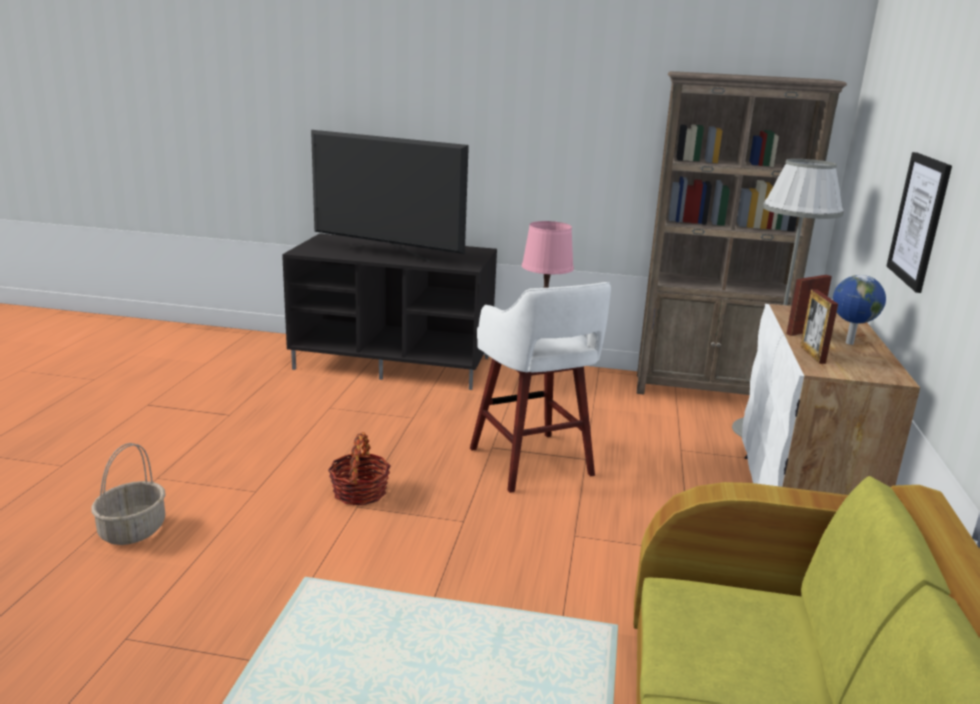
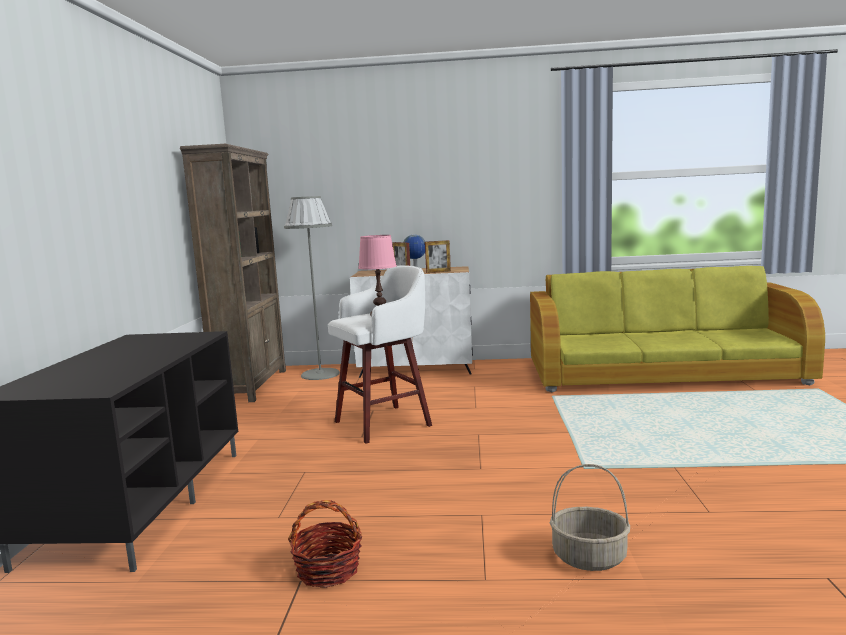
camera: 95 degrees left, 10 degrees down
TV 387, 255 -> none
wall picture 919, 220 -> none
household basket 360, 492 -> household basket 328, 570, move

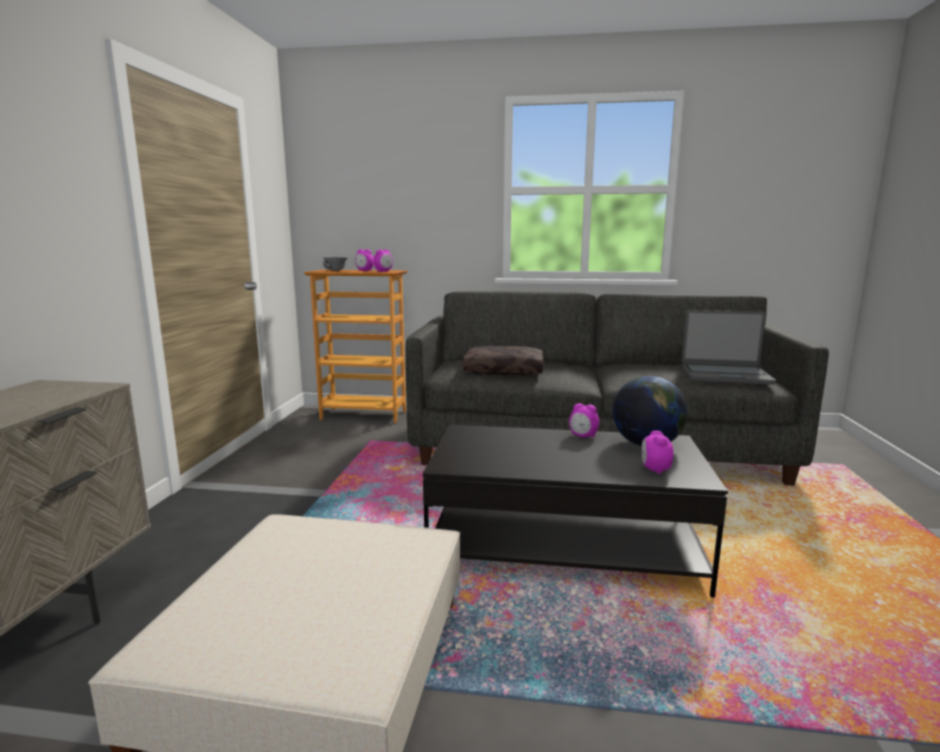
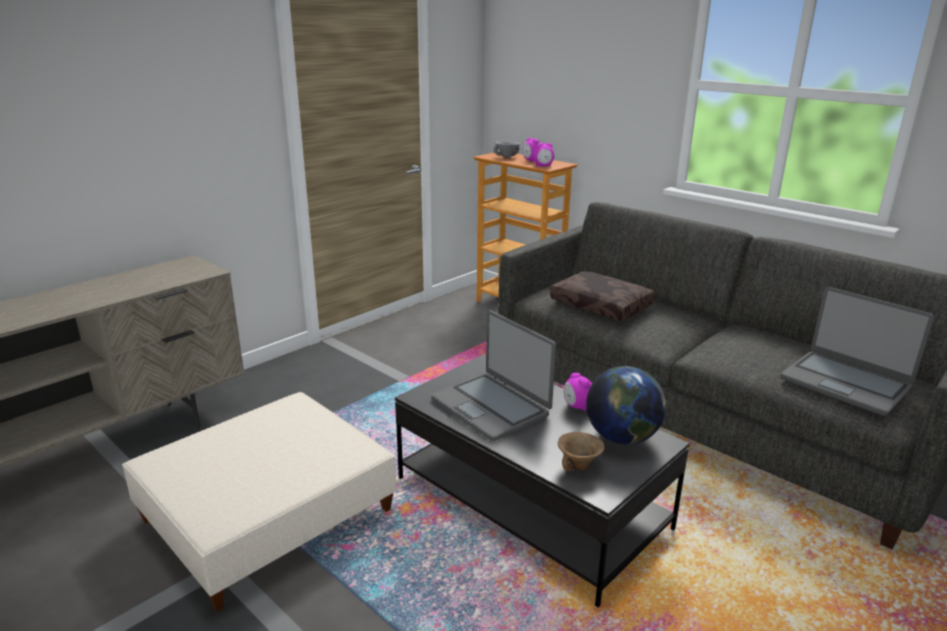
camera: 35 degrees right, 10 degrees up
none -> notebook computer 491, 407
table clock 655, 470 -> brown-coloured deep dish 579, 466

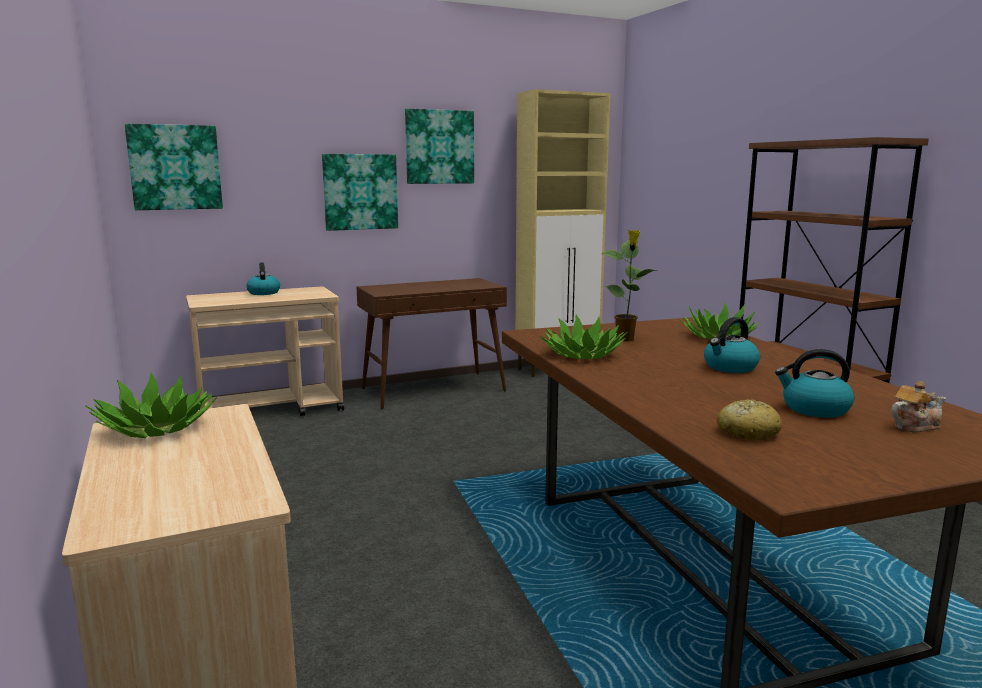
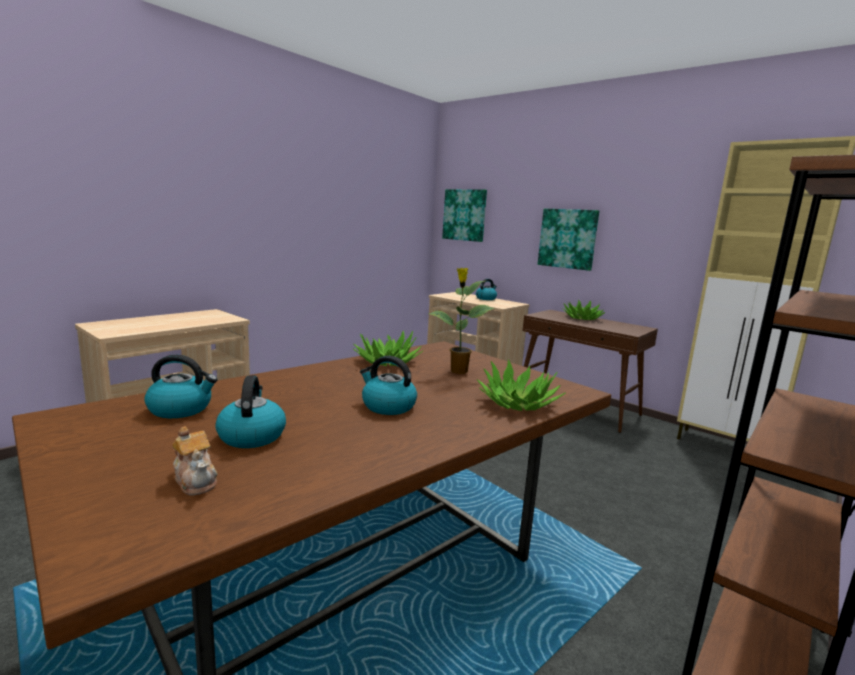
camera: 65 degrees right, 0 degrees up
wall picture 439, 147 -> none
houseplant 156, 428 -> houseplant 582, 318, move
bakery bread 747, 432 -> kettle 181, 409

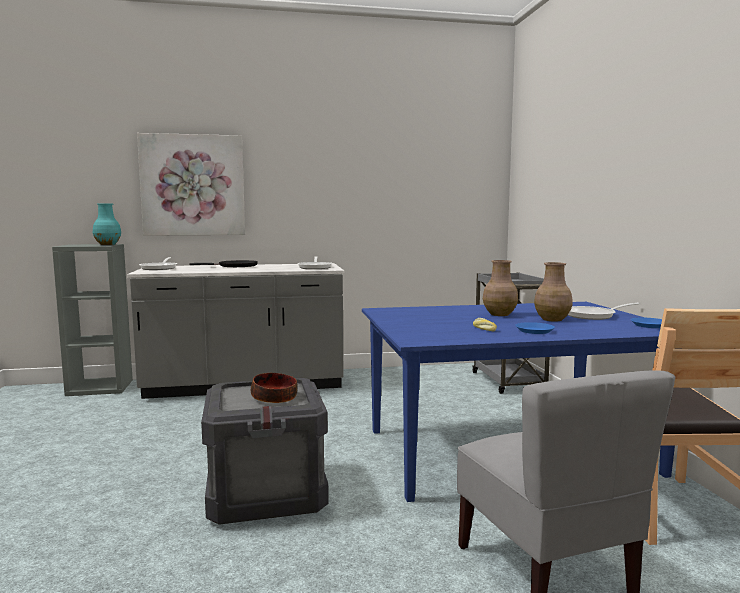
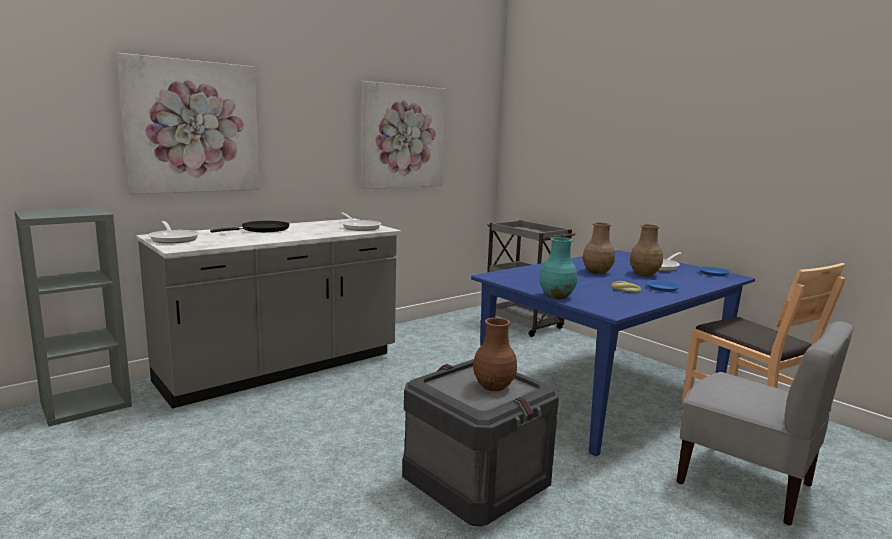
camera: 30 degrees left, 5 degrees up
none -> wall picture 402, 137
turquoise-coloured flower vase 107, 244 -> turquoise-coloured flower vase 556, 296, move
deep dish 274, 398 -> brown-coloured flower vase 494, 386

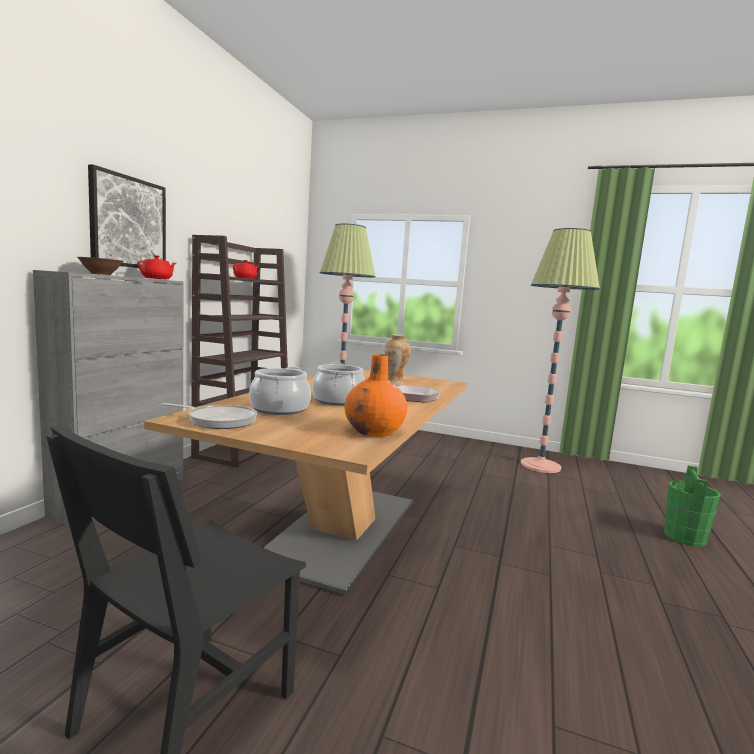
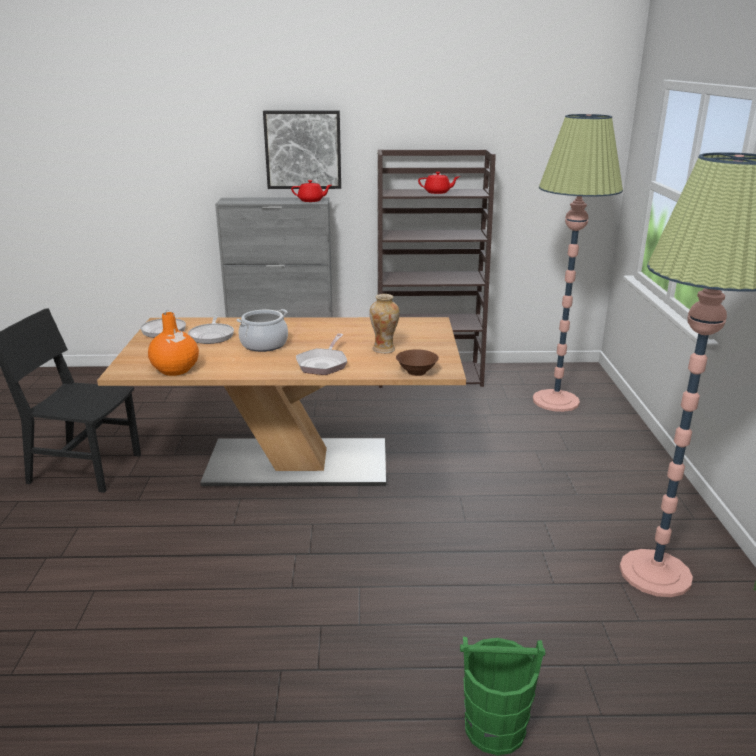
camera: 70 degrees right, 15 degrees up
brown-coloured deep dish 101, 274 -> brown-coloured deep dish 417, 372, move
cooking pot 279, 409 -> pan 212, 335

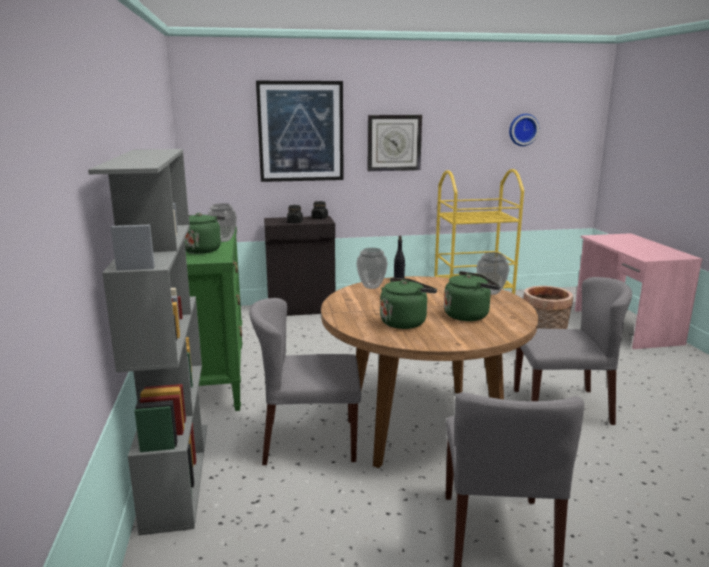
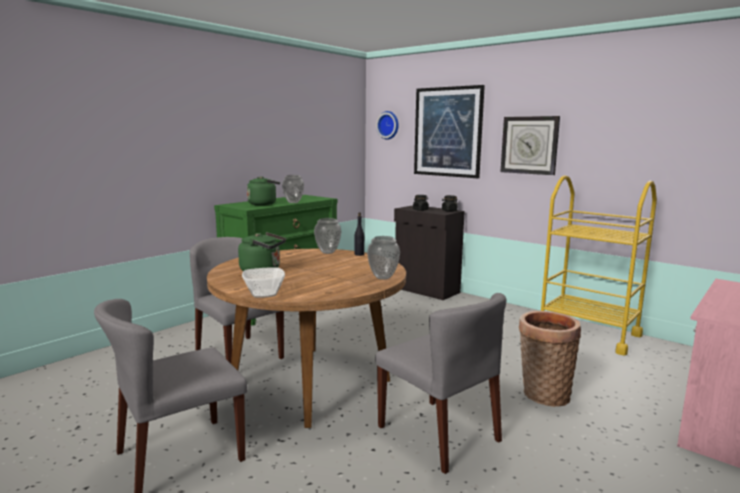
camera: 50 degrees right, 5 degrees down
grey bookshelf 176, 473 -> none
greenish kettle 468, 315 -> none
none -> deep dish 263, 293
hanging clock 522, 129 -> hanging clock 388, 125, move

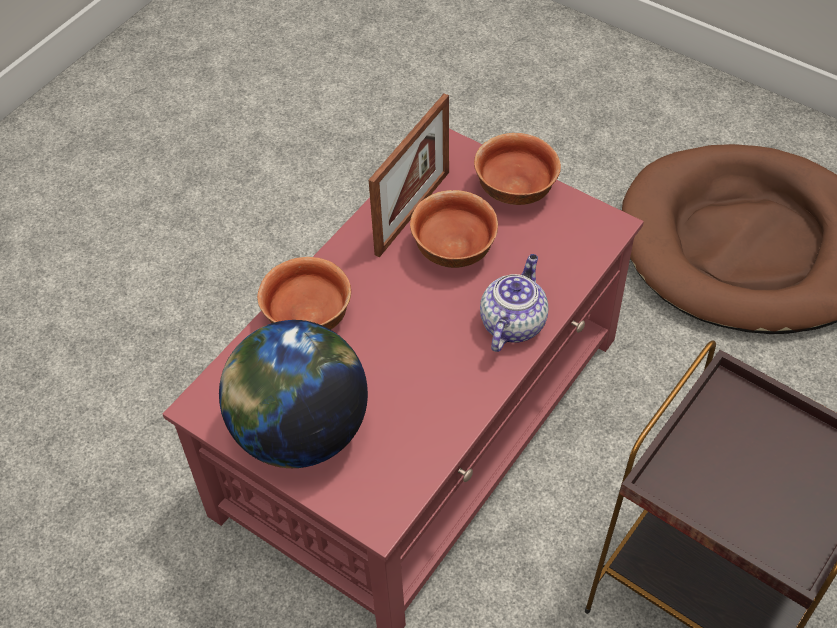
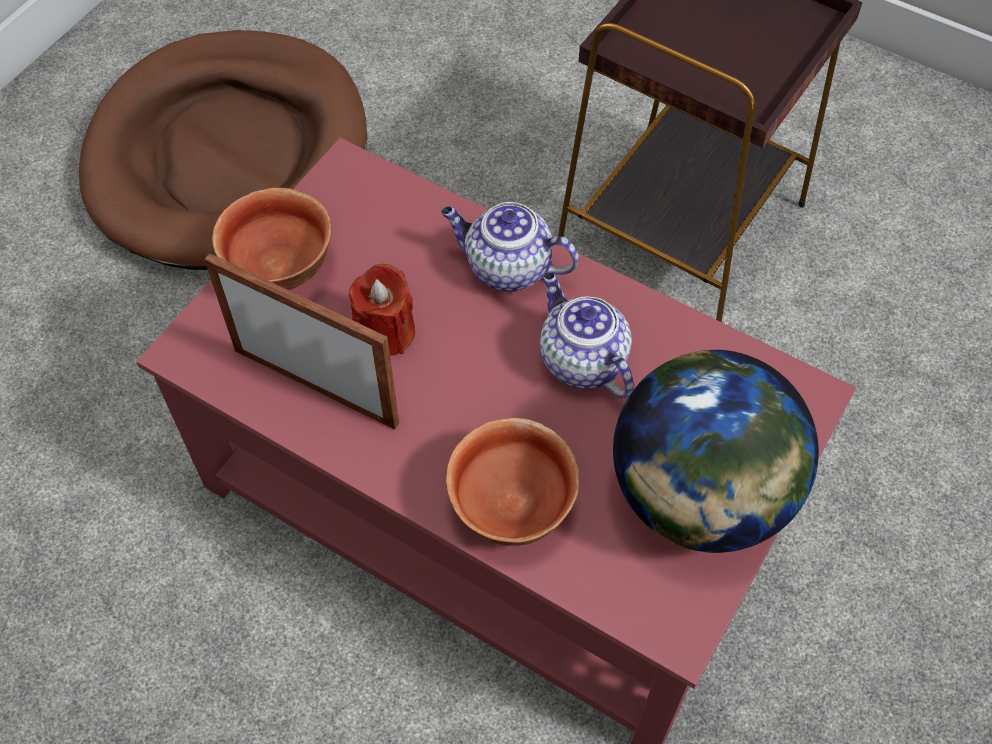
camera: 95 degrees left, 5 degrees up
none -> teapot 581, 360
deep dish 455, 250 -> reddish candle 386, 332

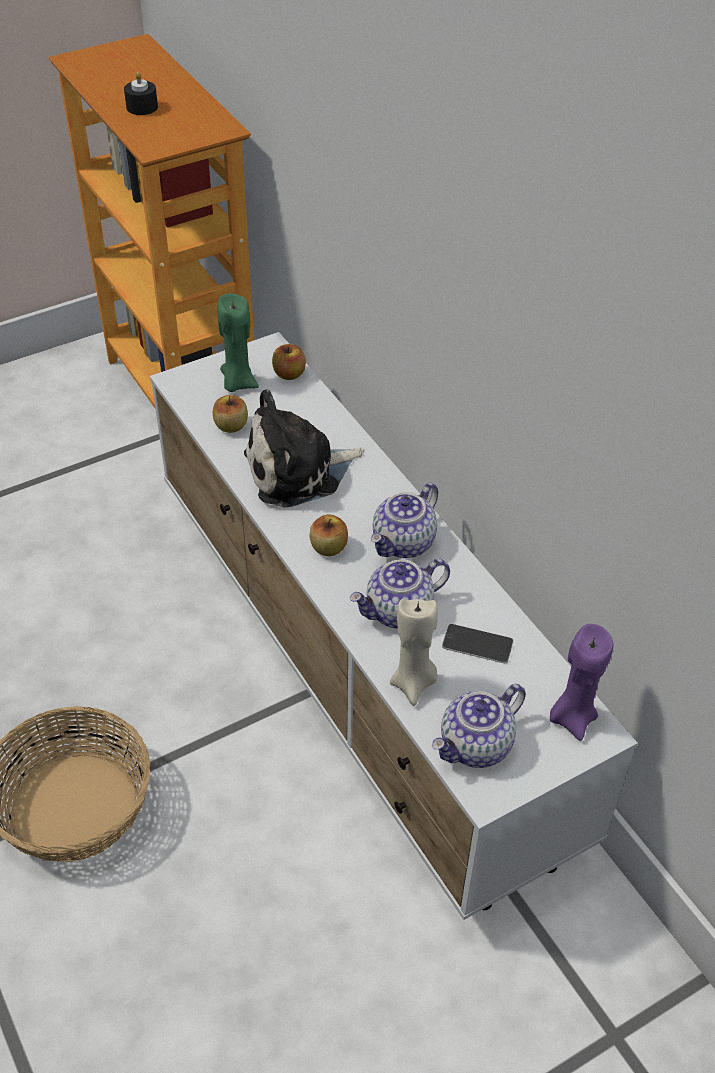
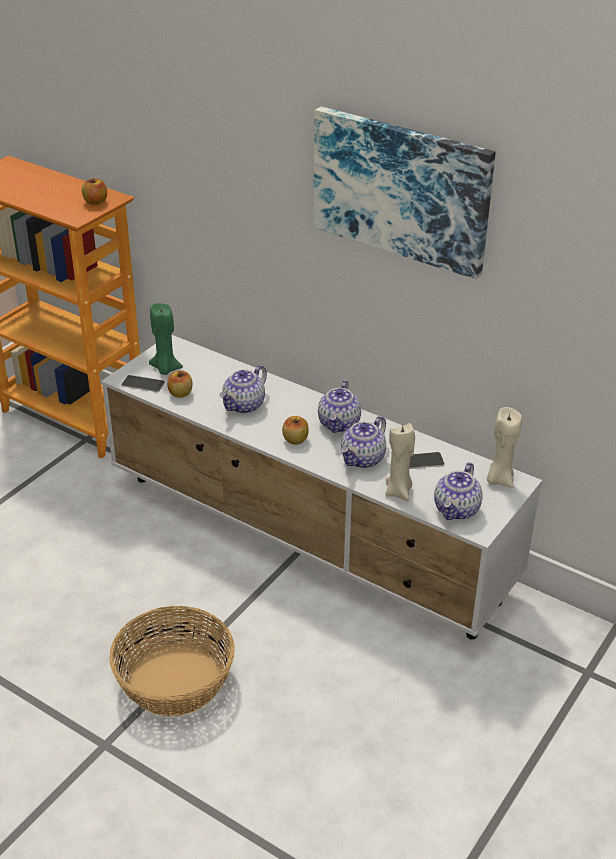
camera: 25 degrees left, 10 degrees down
blackish candle 142, 107 -> none
none -> phone 143, 384
none -> wall picture 401, 189
apple 289, 374 -> apple 95, 202, move
soft toy 298, 471 -> teapot 244, 405
purple-coloured candle 572, 717 -> beige candle 499, 479

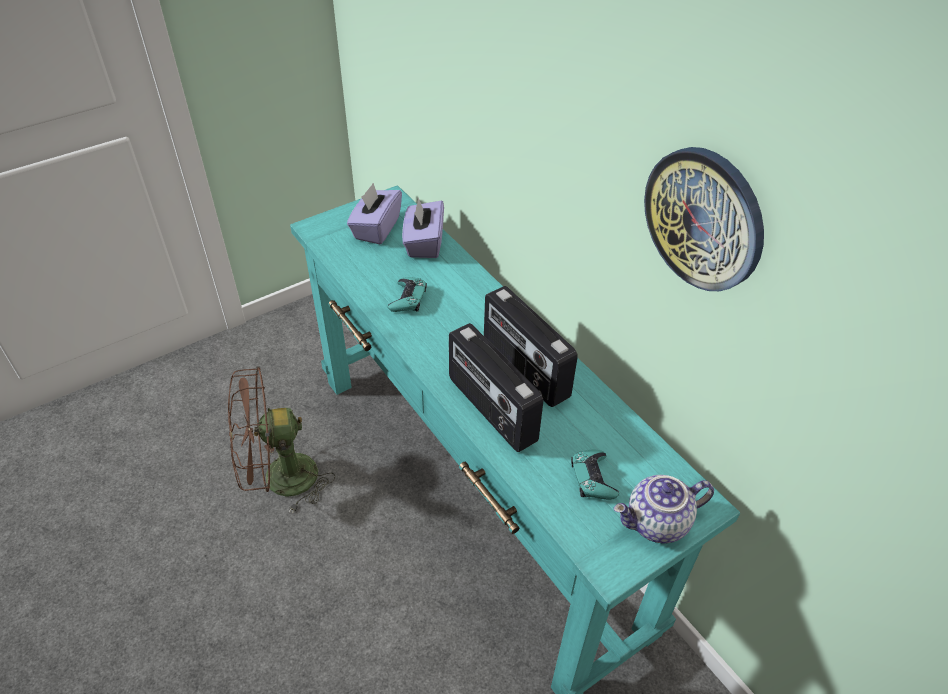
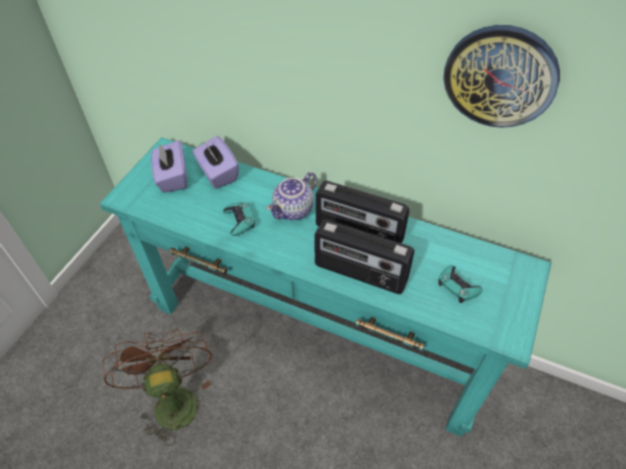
camera: 30 degrees left, 5 degrees up
teapot 657, 524 -> teapot 293, 211, move
brown-coloured cooling fan 279, 480 -> brown-coloured cooling fan 172, 399, 120 degrees clockwise

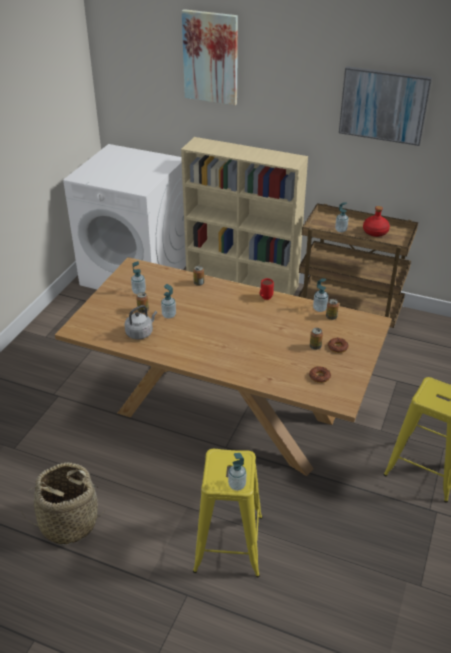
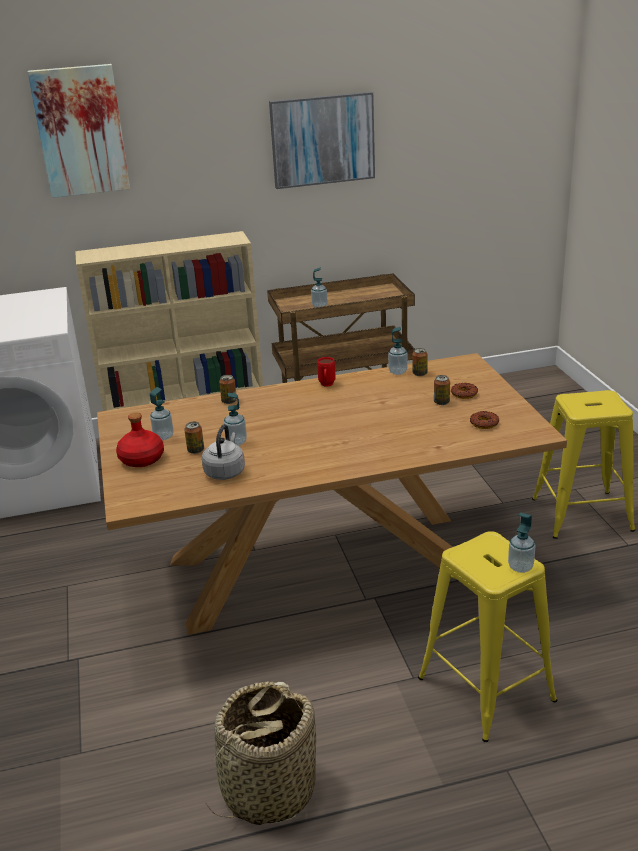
camera: 35 degrees left, 10 degrees down
reddish drink bottle 375, 232 -> reddish drink bottle 141, 459, move

